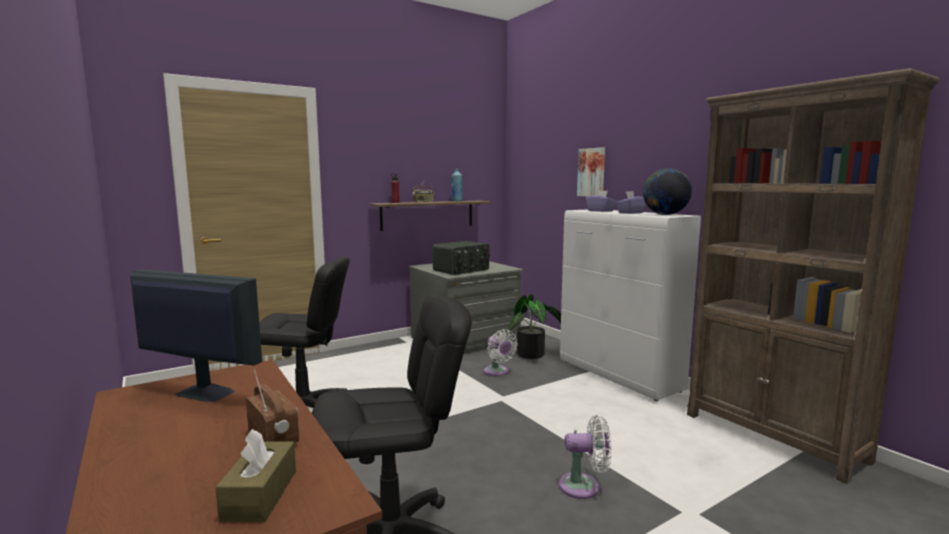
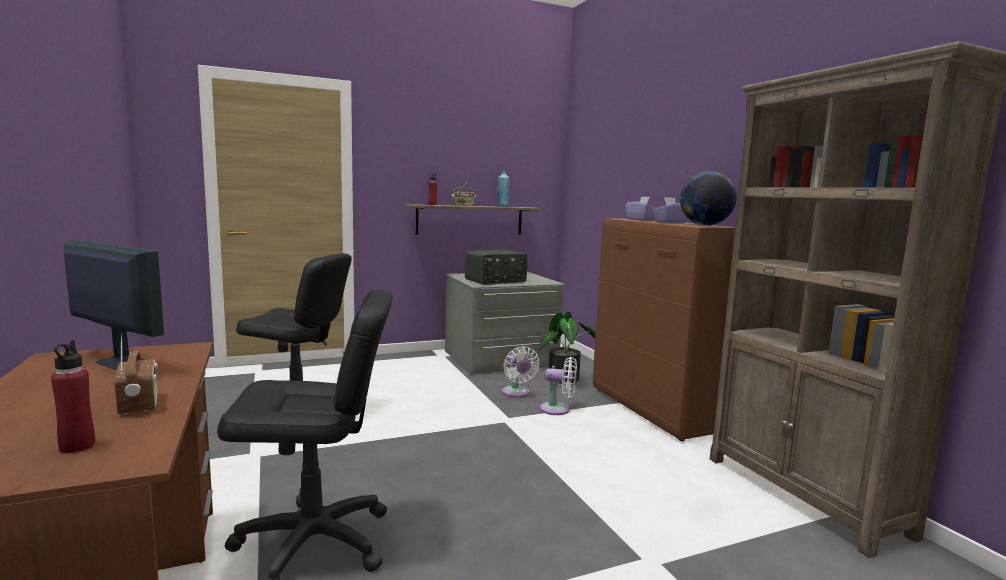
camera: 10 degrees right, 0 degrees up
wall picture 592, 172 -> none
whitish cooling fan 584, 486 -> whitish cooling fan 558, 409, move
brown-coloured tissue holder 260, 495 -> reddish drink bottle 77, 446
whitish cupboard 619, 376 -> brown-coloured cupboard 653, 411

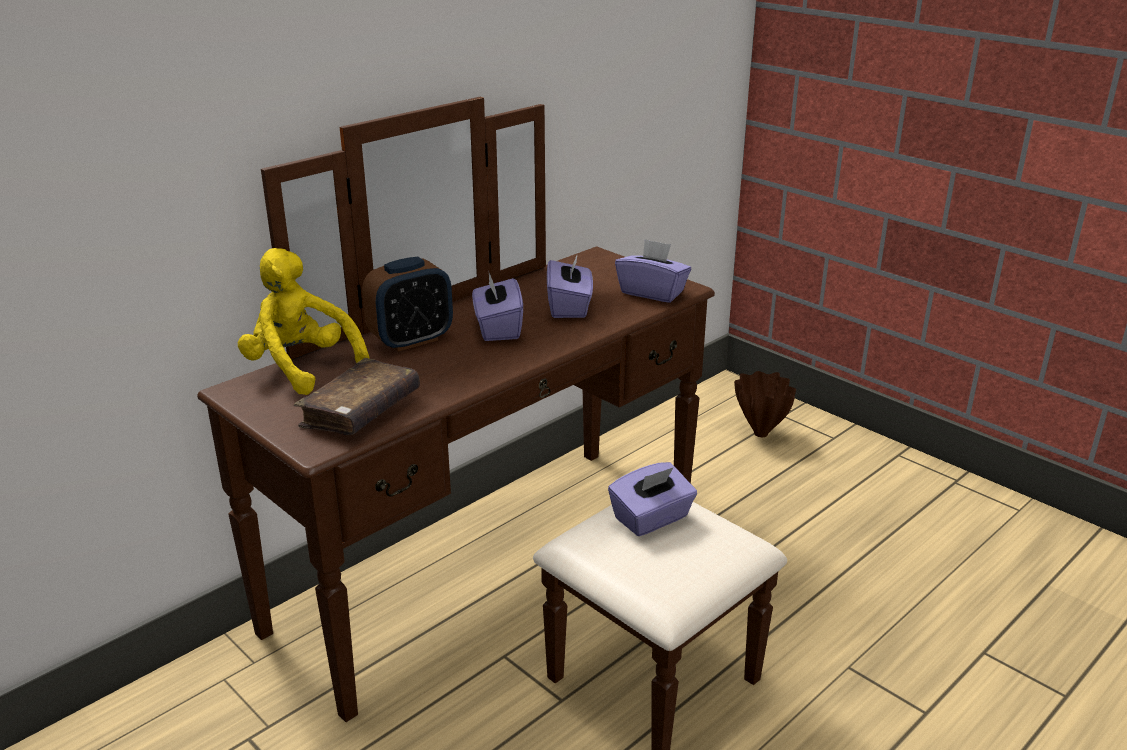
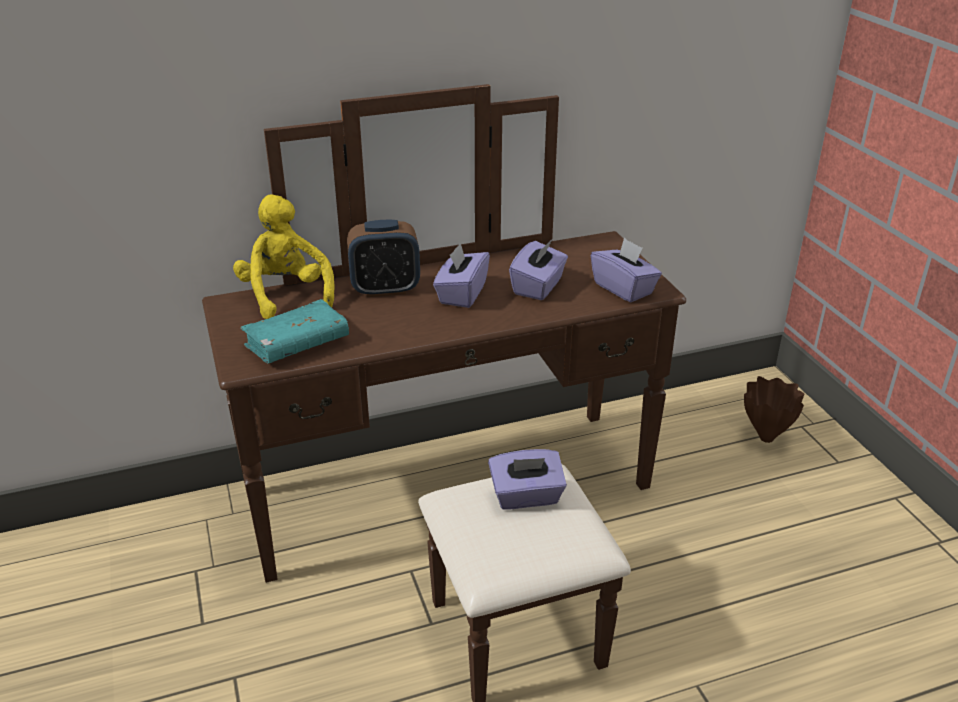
camera: 25 degrees right, 5 degrees up
brown-coloured bound book 360, 411 -> turquoise-coloured bound book 297, 344

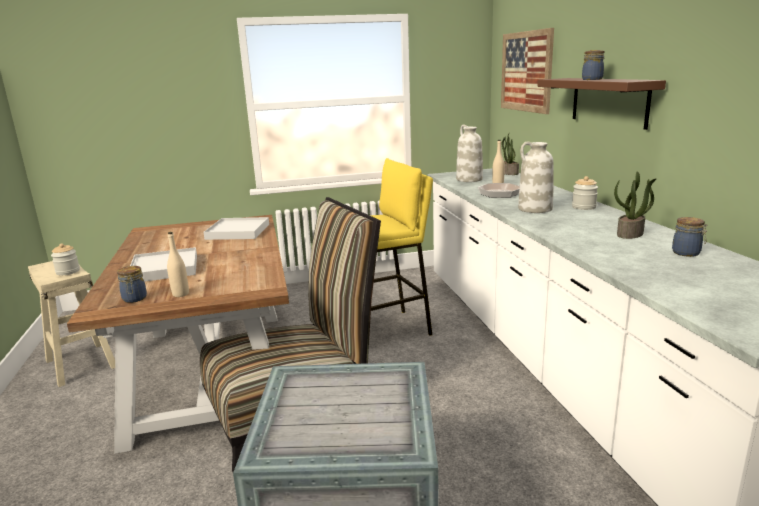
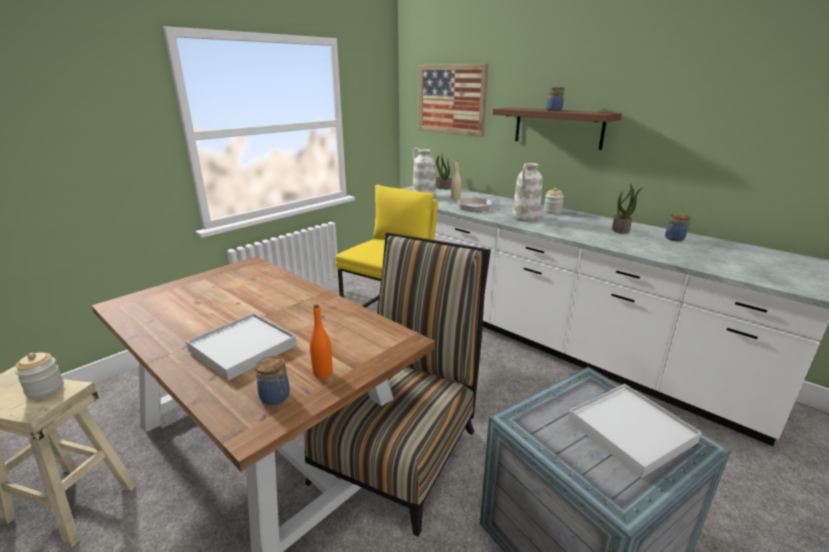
camera: 35 degrees left, 5 degrees up
whitish tray 238, 231 -> whitish tray 630, 430, move
beige drink bottle 180, 294 -> orange drink bottle 323, 373

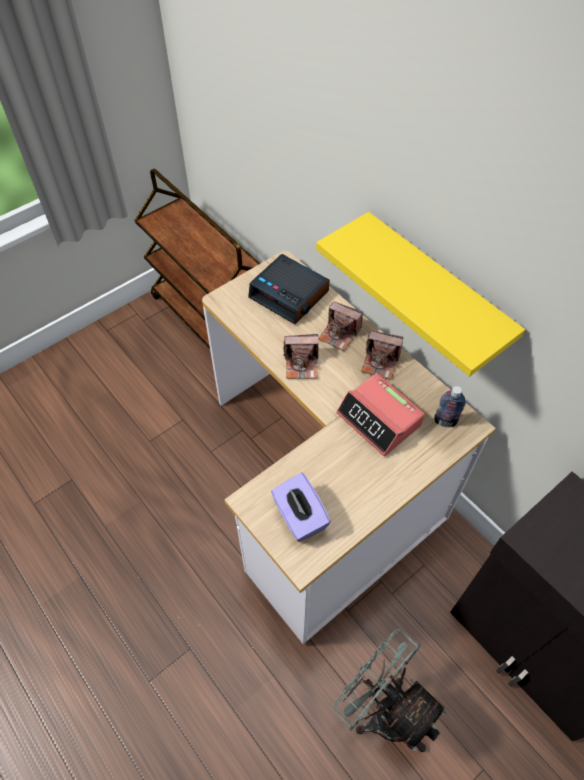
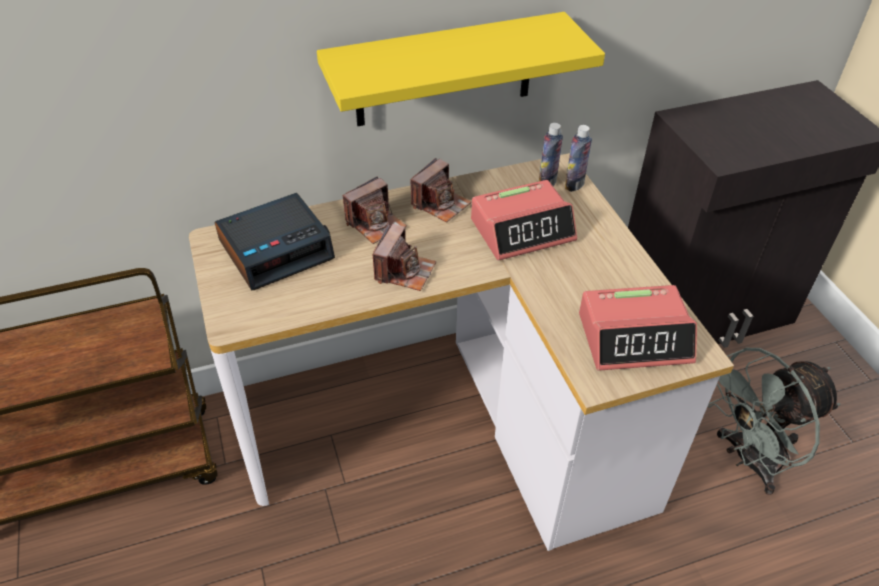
camera: 70 degrees left, 10 degrees down
none -> drink bottle 574, 185
purple-coloured tissue holder 299, 517 -> table clock 635, 337

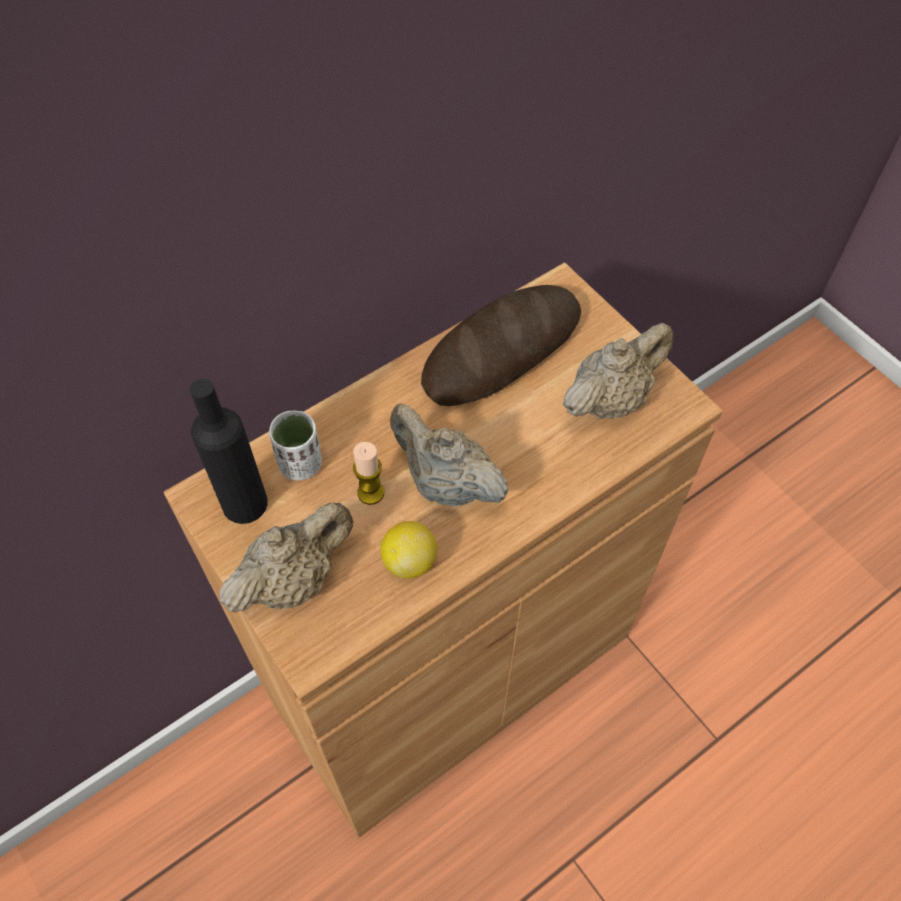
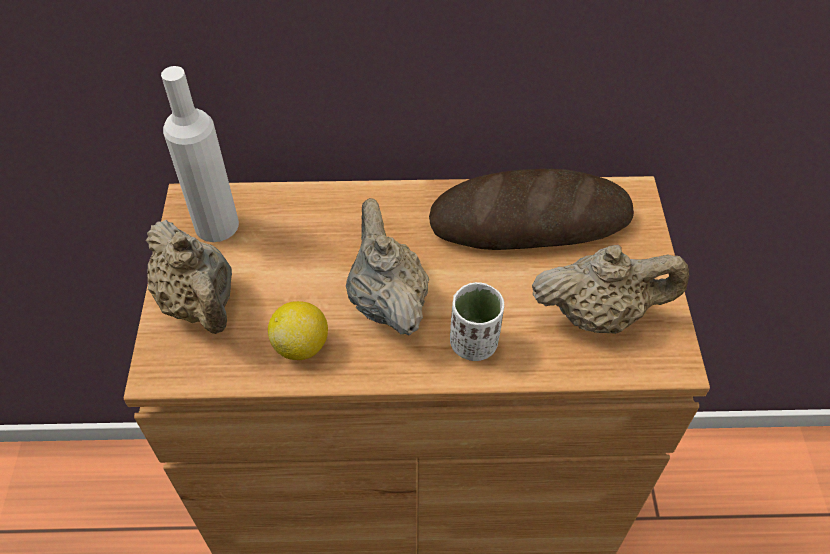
camera: 35 degrees right, 5 degrees down
candle 371, 493 -> none
whitish cup 300, 464 -> whitish cup 474, 343, move
blackish drink bottle 244, 503 -> whitish drink bottle 216, 225
beige teapot 294, 579 -> beige teapot 200, 304, 60 degrees clockwise

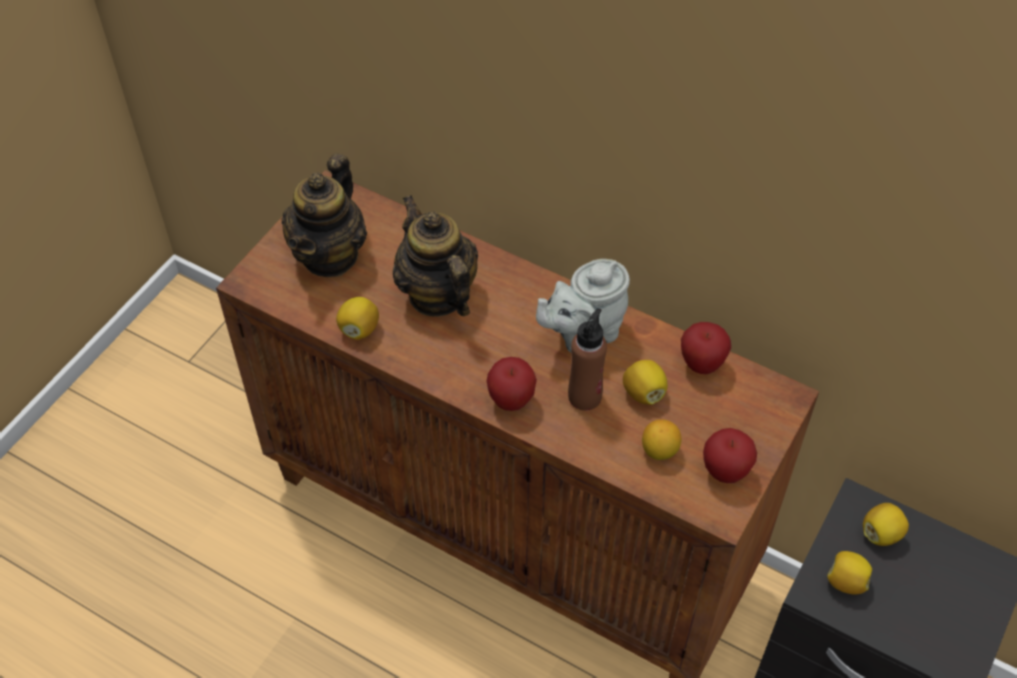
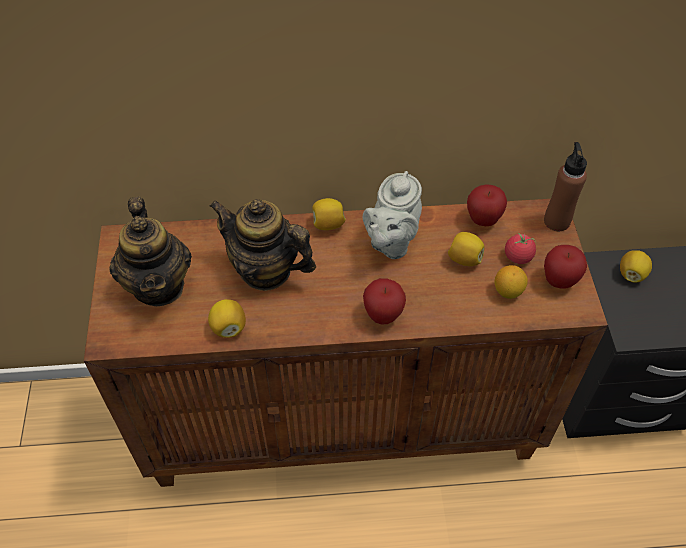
camera: 35 degrees left, 0 degrees up
none -> whole tomato 518, 257
brown-coloured drink bottle 585, 396 -> brown-coloured drink bottle 557, 221, move
whole lemon 845, 581 -> whole lemon 328, 224, move

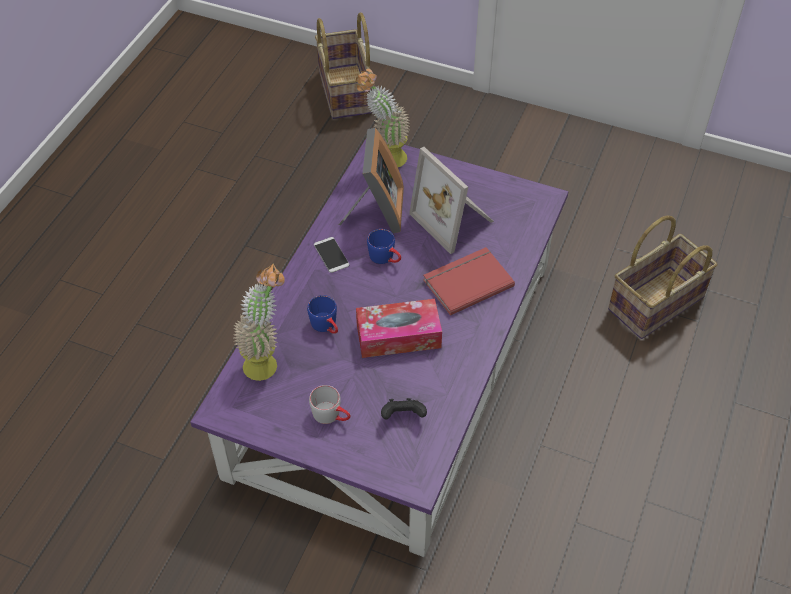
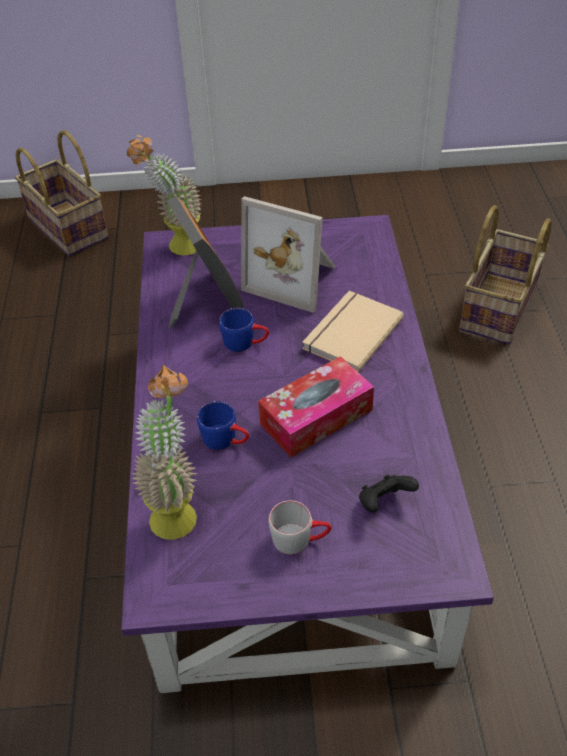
camera: 25 degrees left, 5 degrees down
phone 331, 255 -> none
reddish bound book 466, 282 -> beige bound book 350, 333

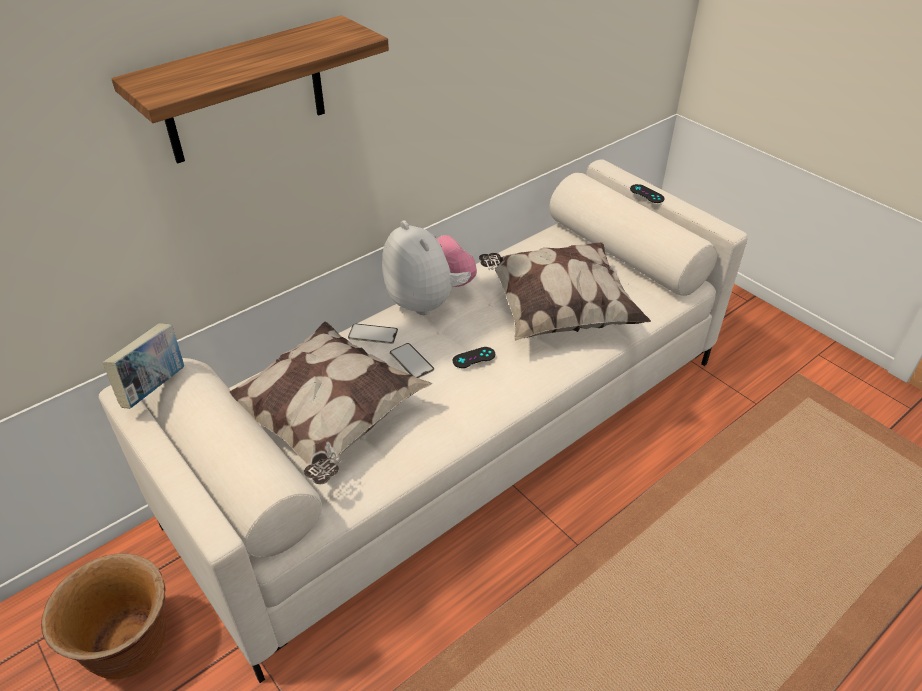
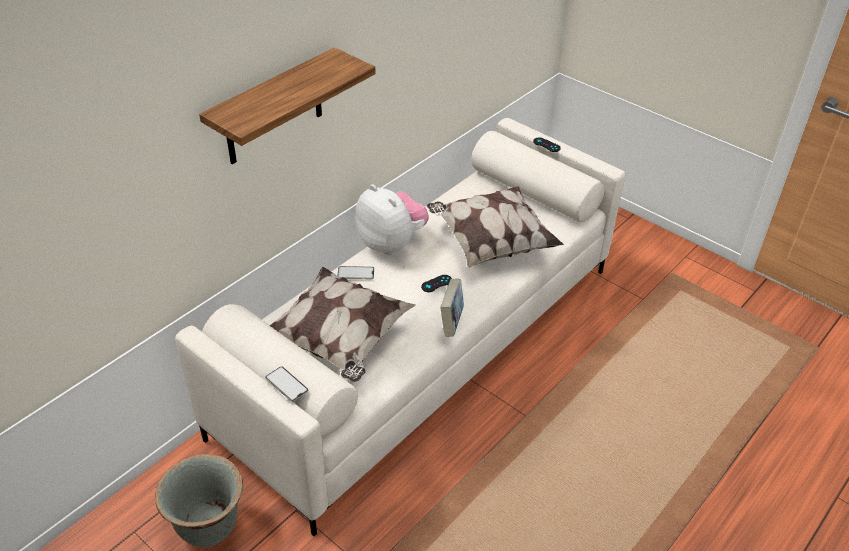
camera: 10 degrees left, 0 degrees up
bound book 155, 387 -> bound book 451, 322, move
phone 411, 361 -> phone 286, 384, move
brown-coloured planter 131, 647 -> grey planter 209, 526

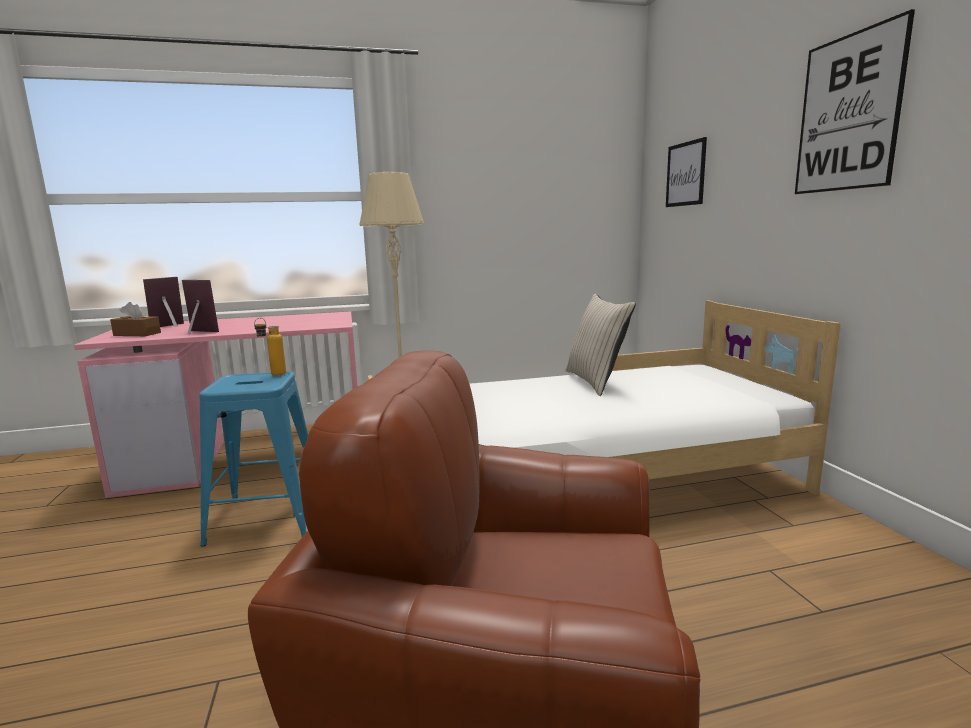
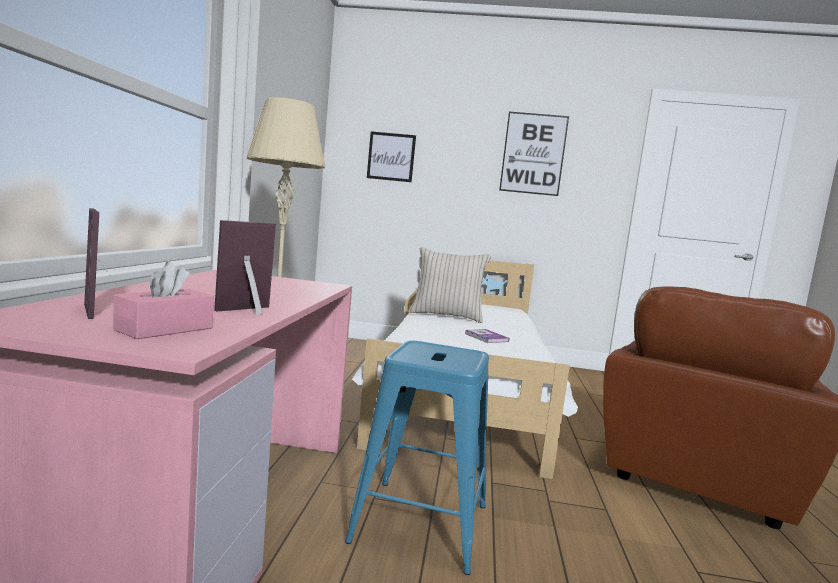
camera: 70 degrees left, 5 degrees down
drink bottle 273, 375 -> none
none -> bound book 486, 337
brown-coloured tissue holder 137, 334 -> pinkish tissue holder 164, 329

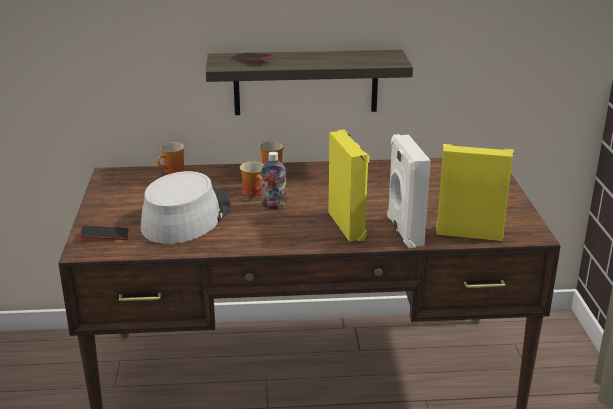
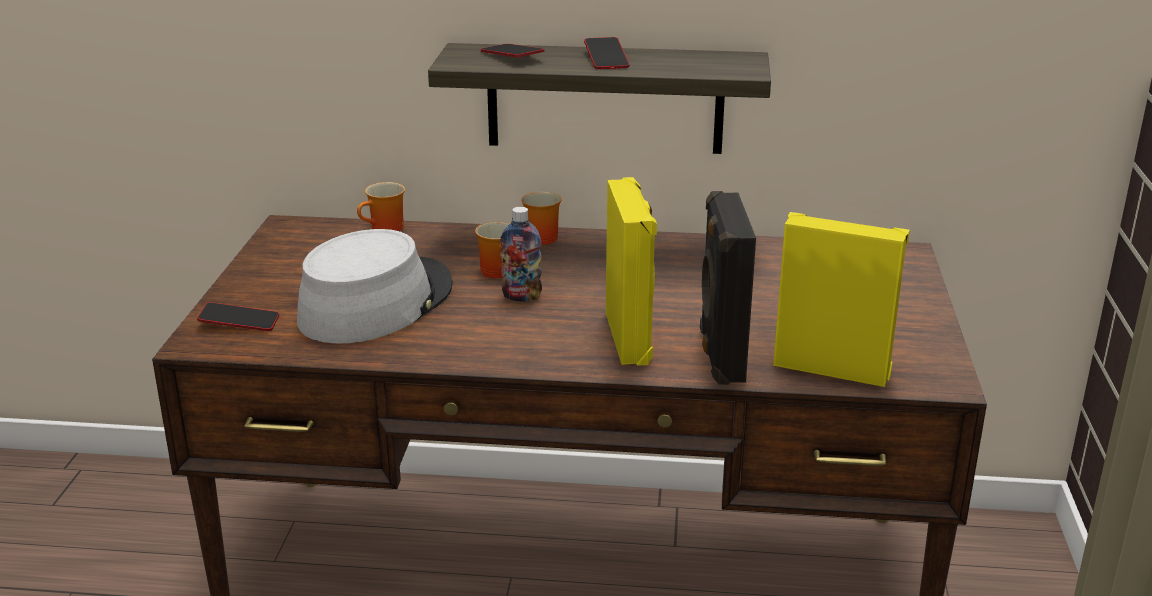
camera: 10 degrees right, 0 degrees up
none -> phone 606, 58
whitish speaker 403, 231 -> blackish speaker 719, 355

